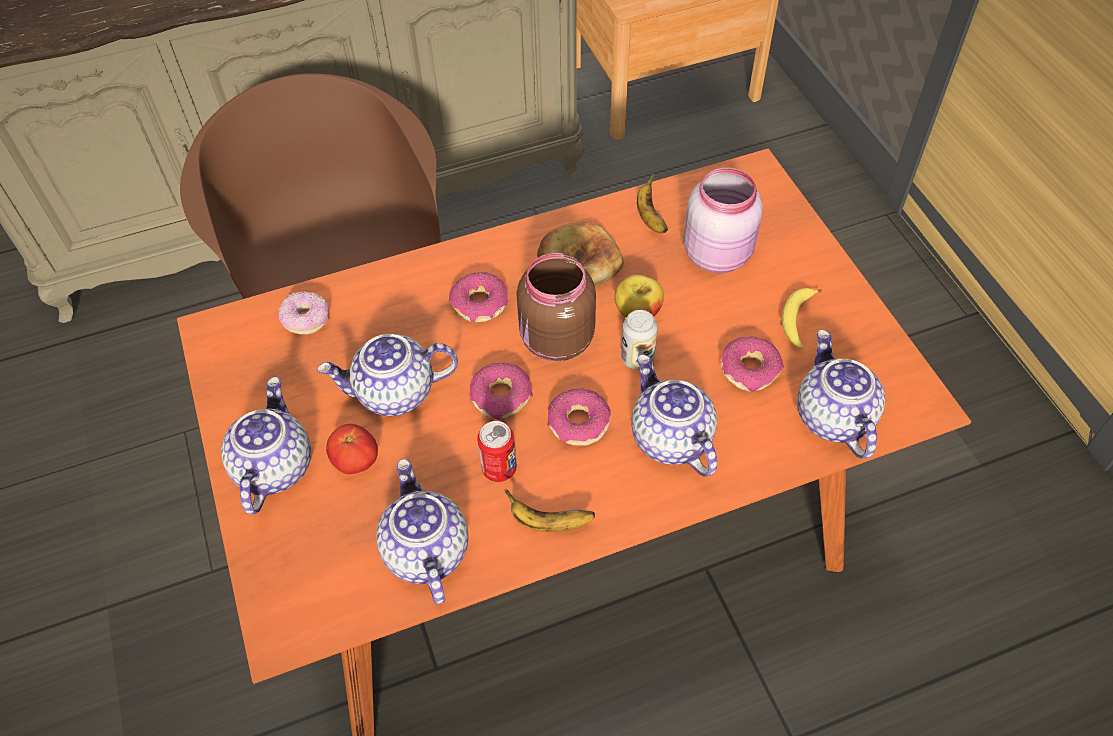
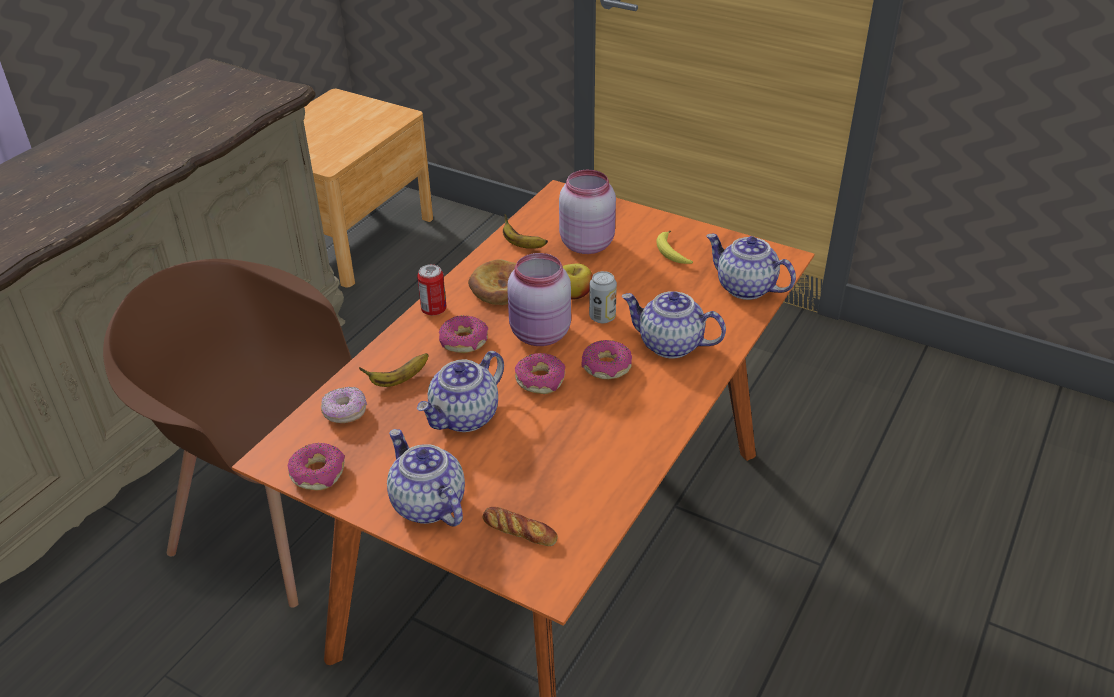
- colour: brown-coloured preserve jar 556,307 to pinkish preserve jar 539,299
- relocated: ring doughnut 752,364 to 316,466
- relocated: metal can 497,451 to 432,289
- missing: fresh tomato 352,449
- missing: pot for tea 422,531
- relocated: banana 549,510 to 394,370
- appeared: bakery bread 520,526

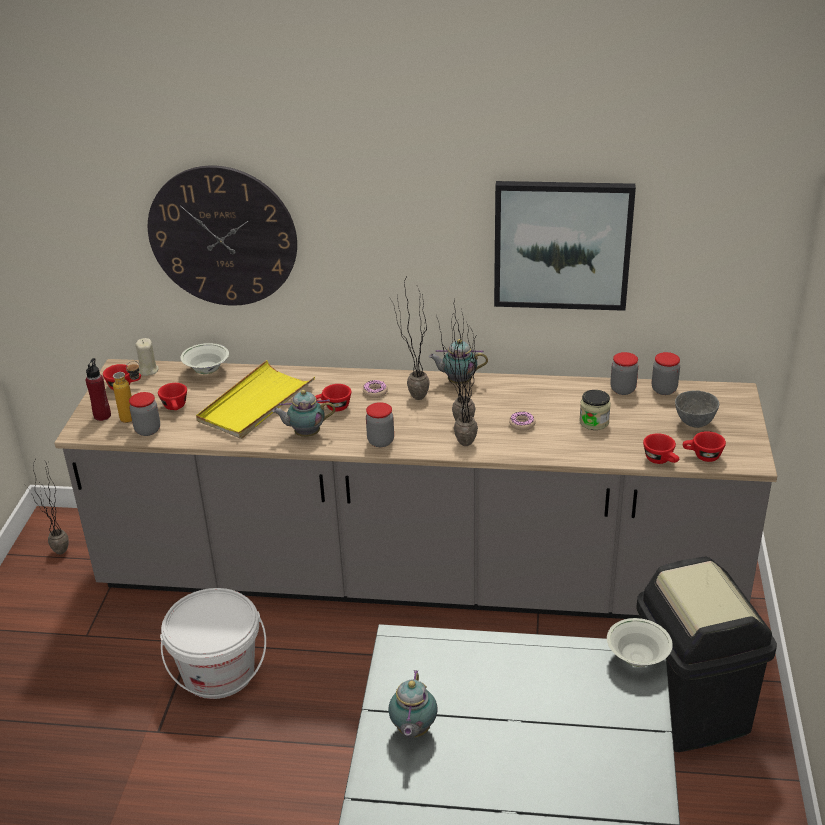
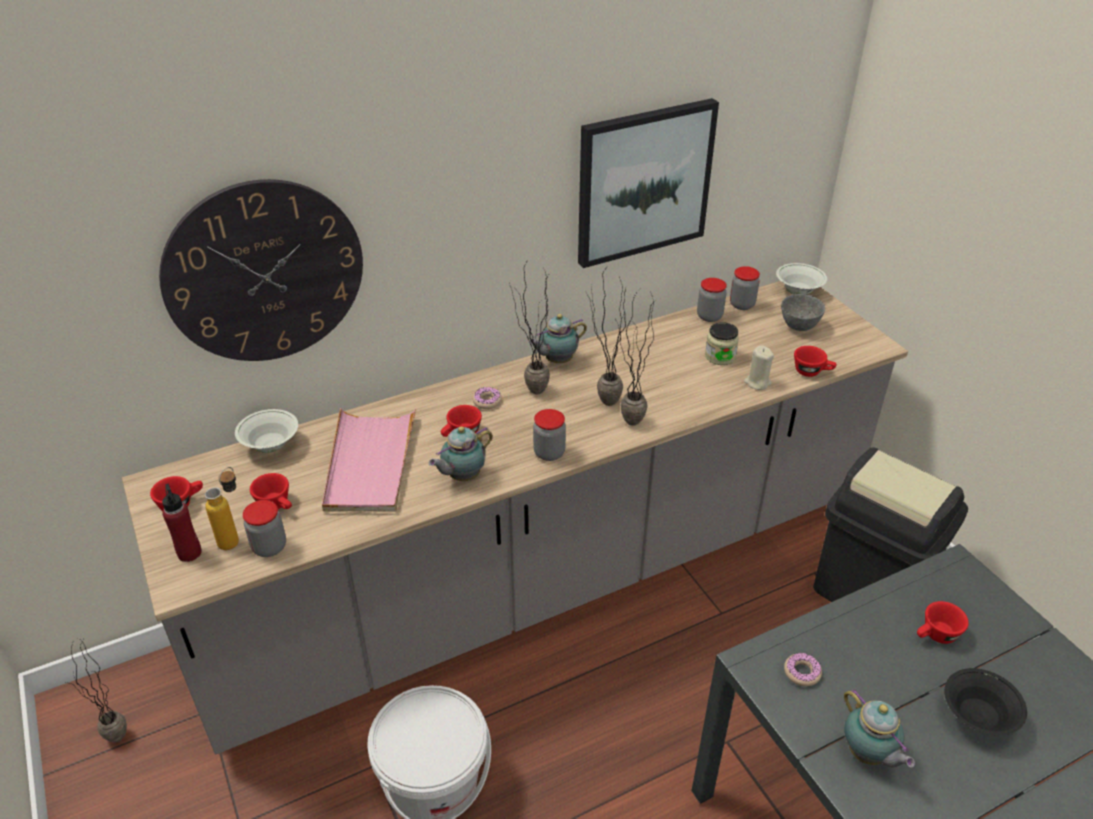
- relocated: beige candle 147,357 to 759,367
- colour: yellowish carrying tray 255,399 to pinkish carrying tray 369,460
- relocated: ring doughnut 522,421 to 803,669
- relocated: red cup 704,446 to 943,622
- relocated: white-coloured bowl 640,642 to 801,279
- appeared: blackish bowl 985,702

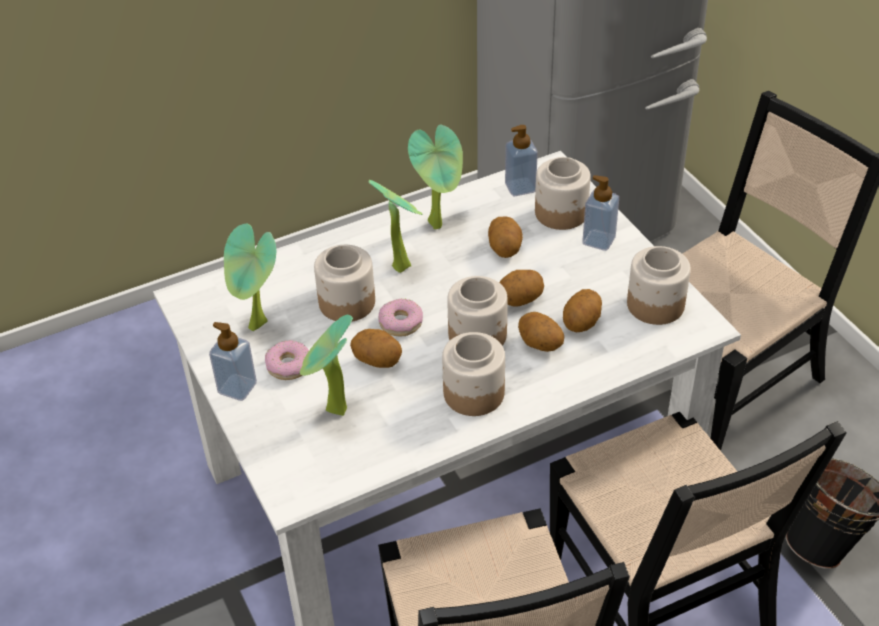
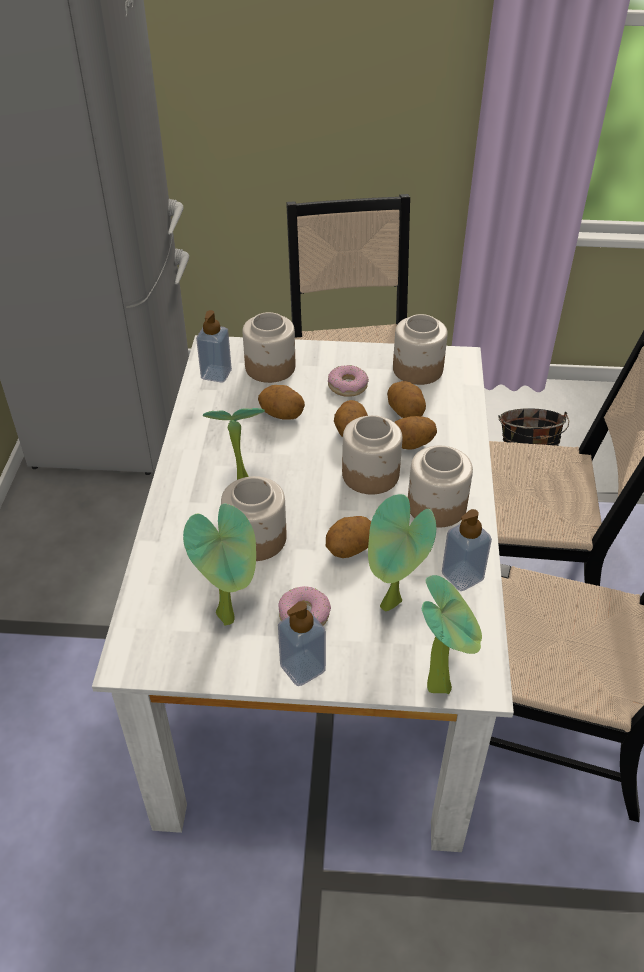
- relocated: potted plant 435,176 to 452,635
- relocated: soap dispenser 600,213 to 467,550
- relocated: ring doughnut 400,317 to 348,381

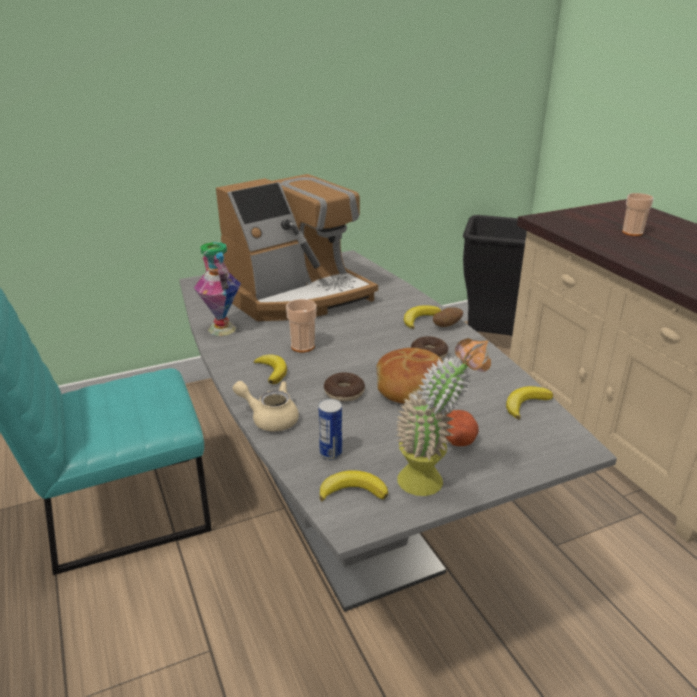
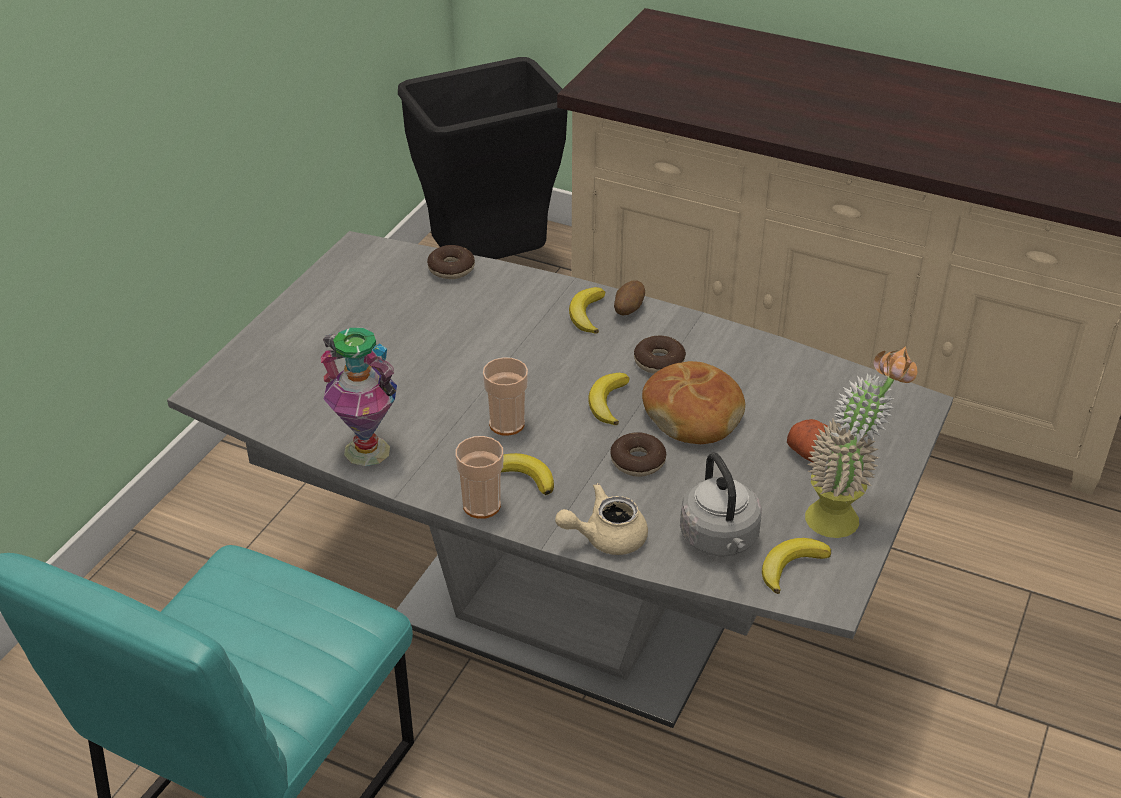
- missing: coffee machine 297,247
- relocated: cup 638,214 to 479,477
- relocated: banana 529,402 to 609,399
- exchanged: metal can 330,429 to gray tea kettle 721,504
- appeared: ring doughnut 451,262

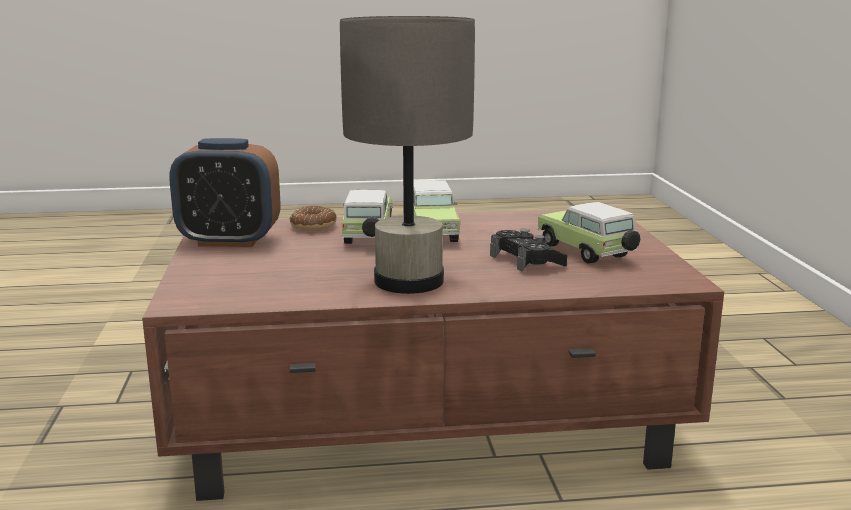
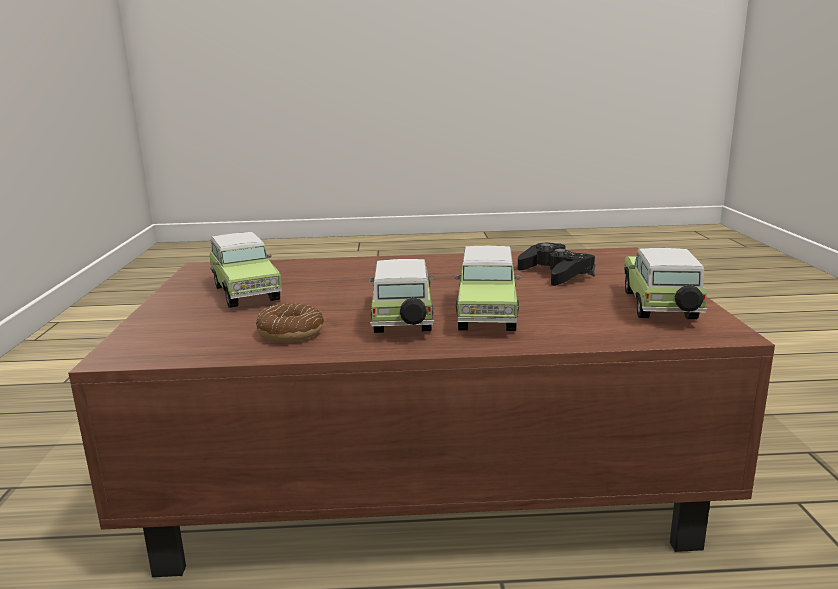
- missing: gray tabletop lamp 407,155
- exchanged: bedside clock 225,192 to model car 665,283
- relocated: ring doughnut 313,218 to 290,322
- relocated: blackish game controller 528,250 to 556,264

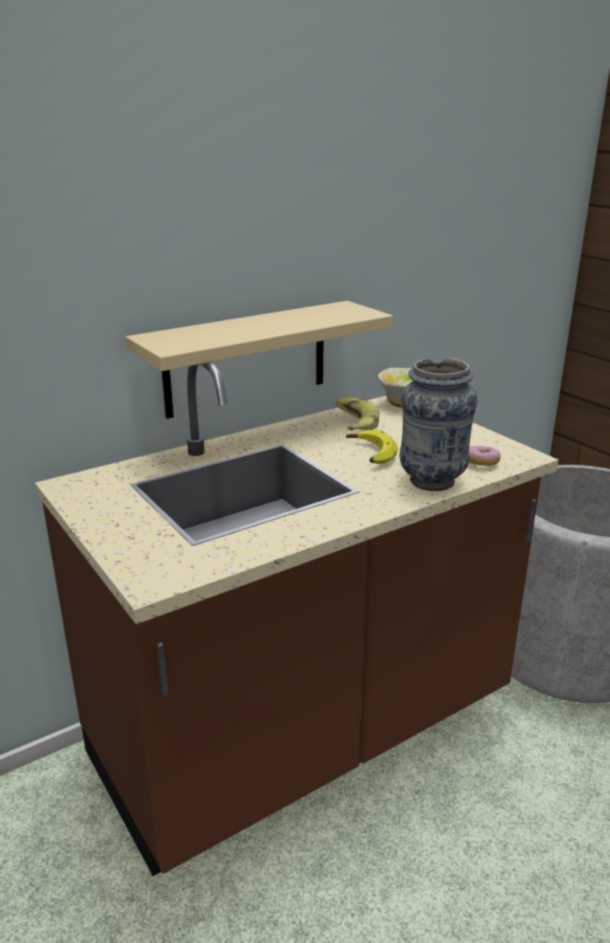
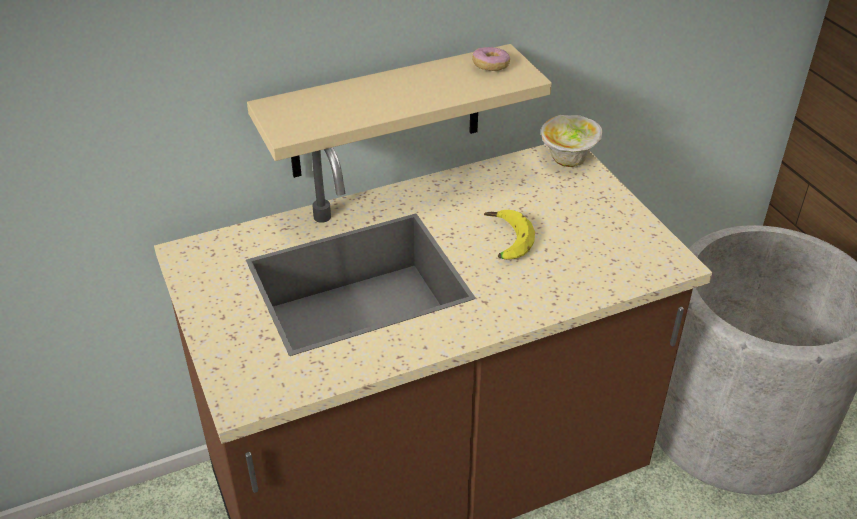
- missing: vase 438,424
- missing: banana 357,414
- relocated: ring doughnut 485,456 to 491,59

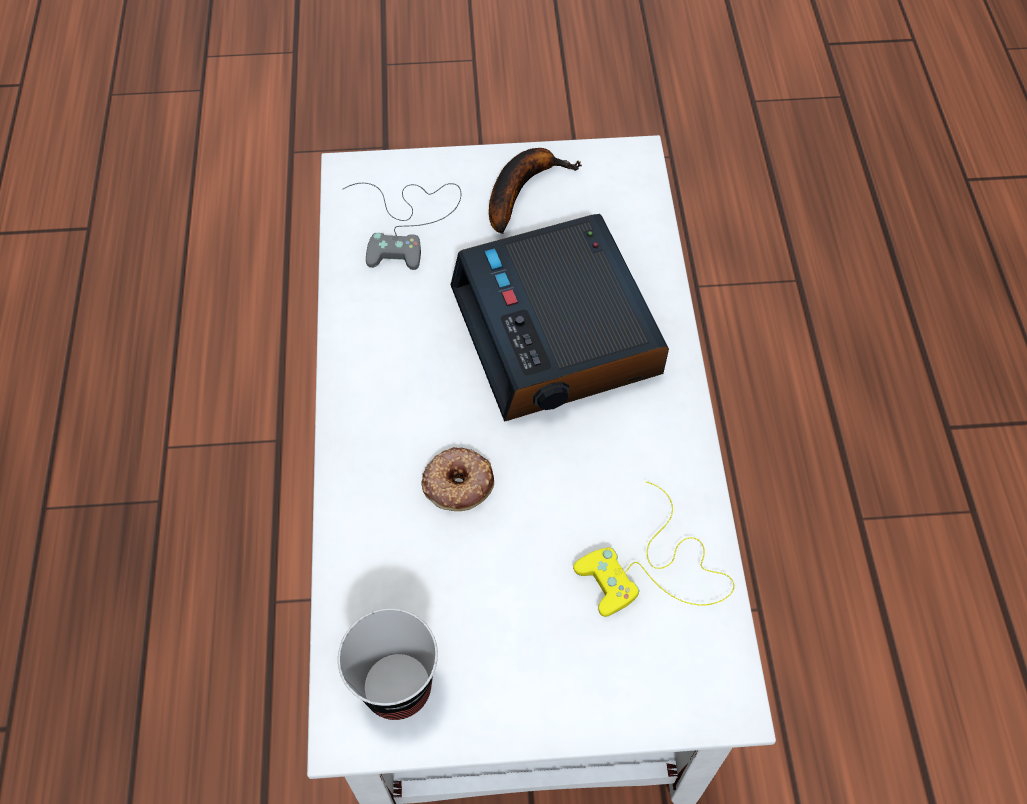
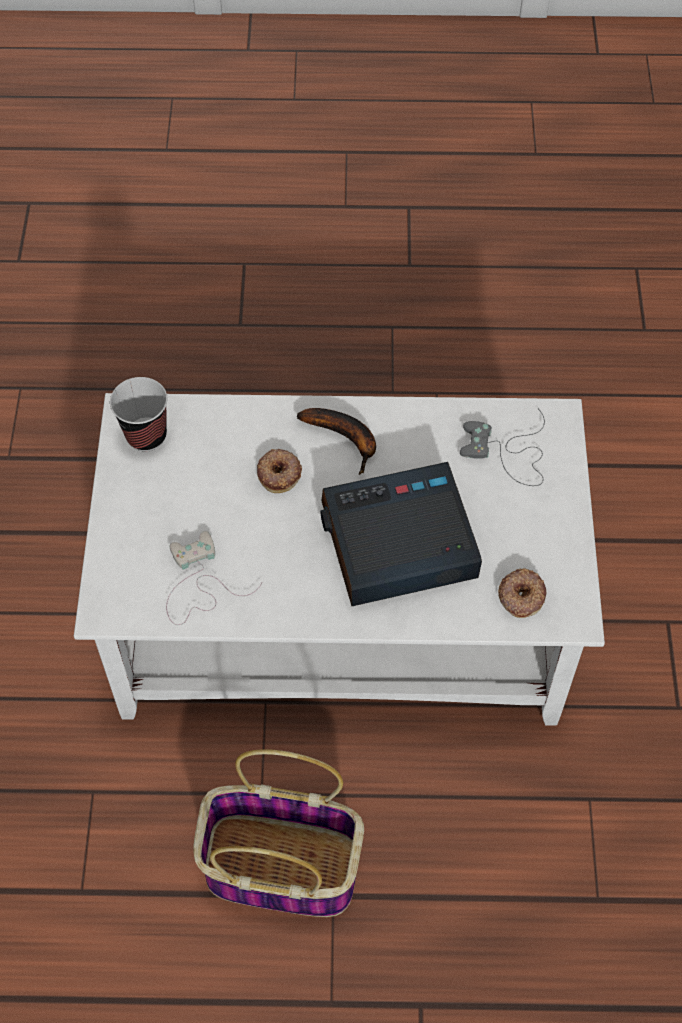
- relocated: banana 535,191 to 336,441
- colour: yellowish game controller 654,549 to white-coloured game controller 214,578
- appeared: ring doughnut 522,593
- appeared: storage basket 279,833

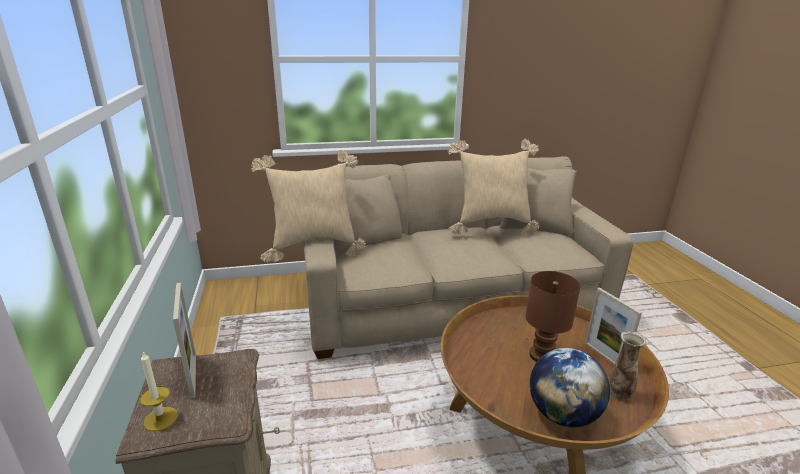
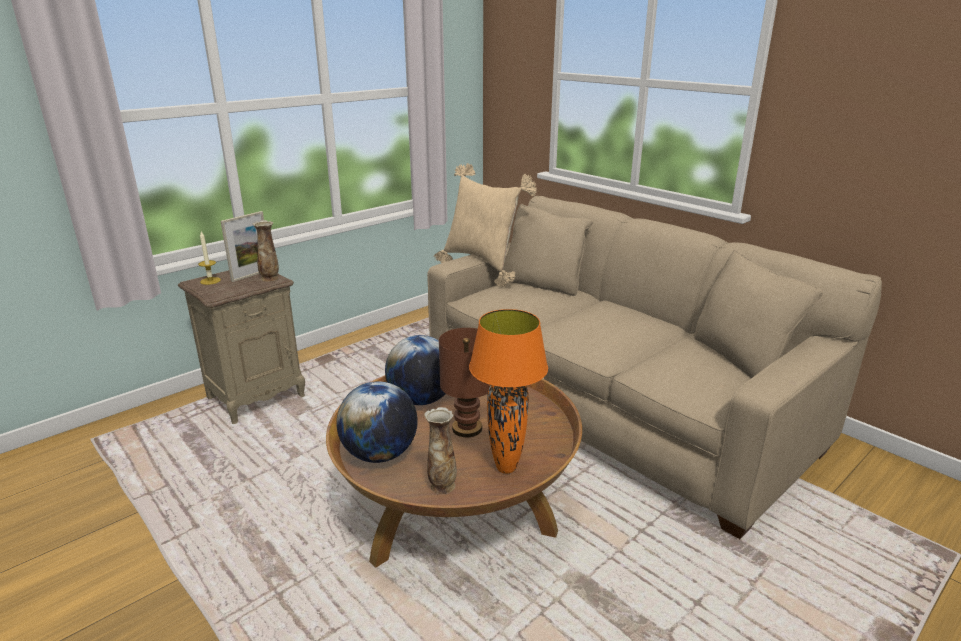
- missing: beige cushion 493,187
- exchanged: photo frame 613,326 to orange tabletop lamp 508,391
- appeared: vase 266,251
- appeared: globe 415,370

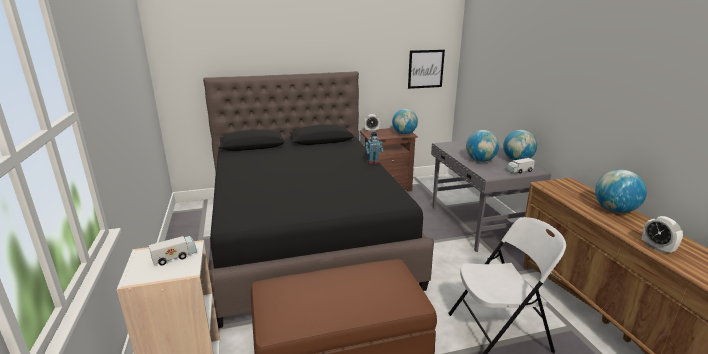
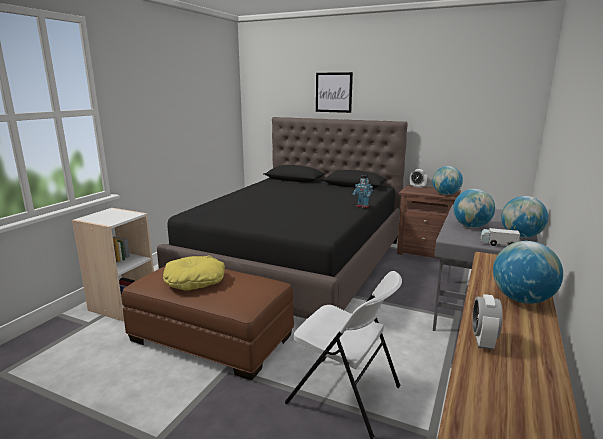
- relocated: wall art 426,69 to 334,92
- missing: toy lorry 173,251
- appeared: yellowish cushion 194,273

